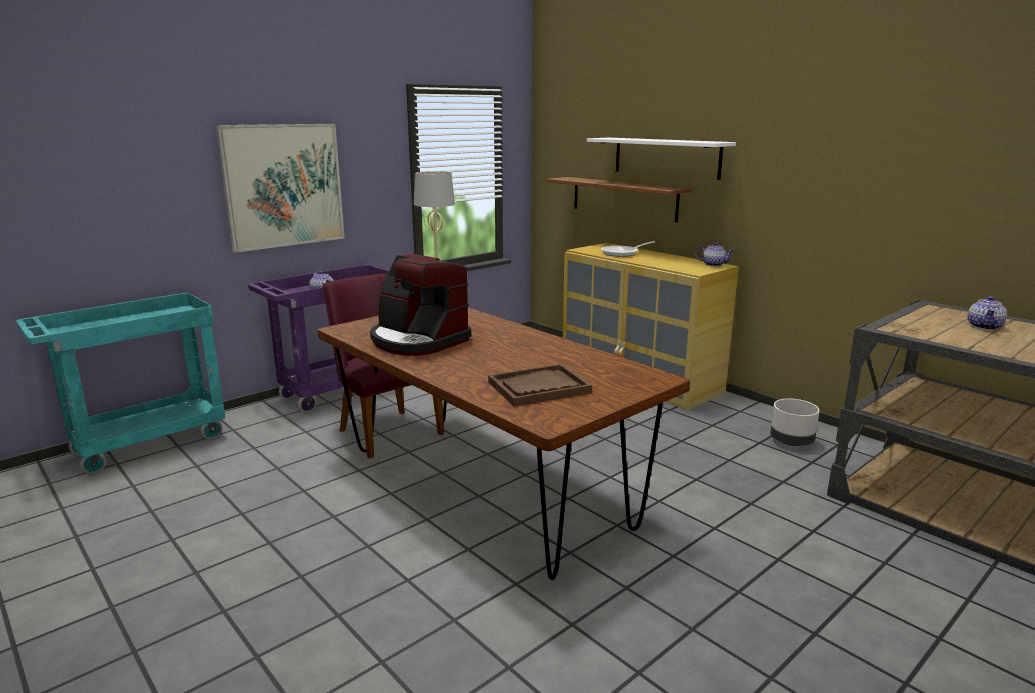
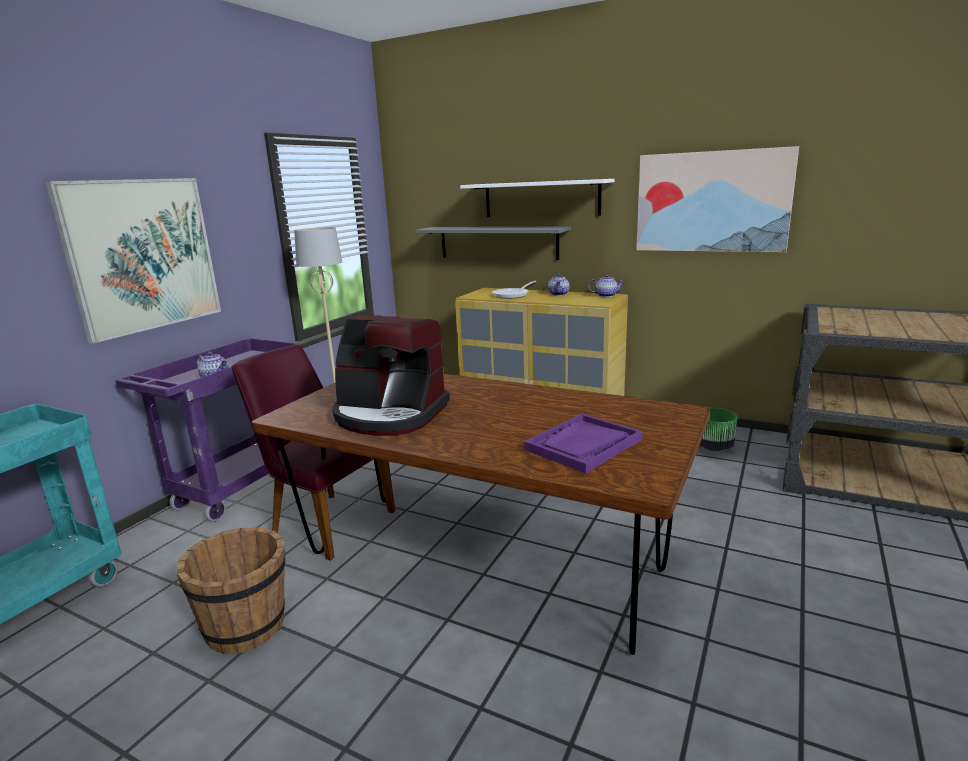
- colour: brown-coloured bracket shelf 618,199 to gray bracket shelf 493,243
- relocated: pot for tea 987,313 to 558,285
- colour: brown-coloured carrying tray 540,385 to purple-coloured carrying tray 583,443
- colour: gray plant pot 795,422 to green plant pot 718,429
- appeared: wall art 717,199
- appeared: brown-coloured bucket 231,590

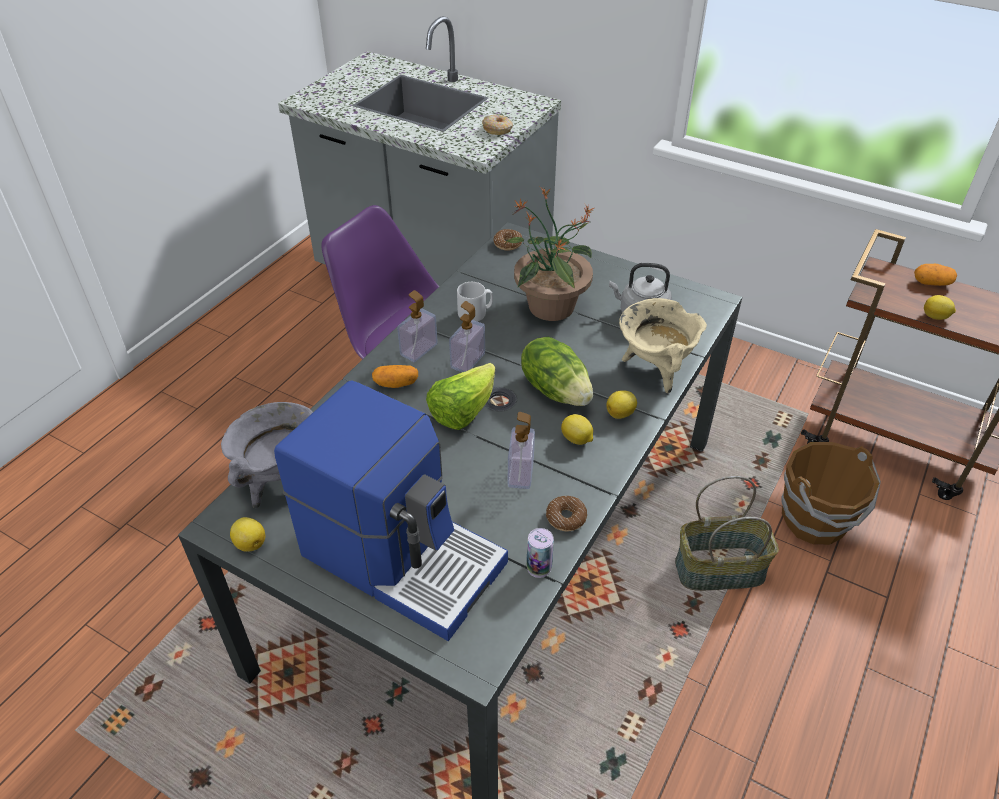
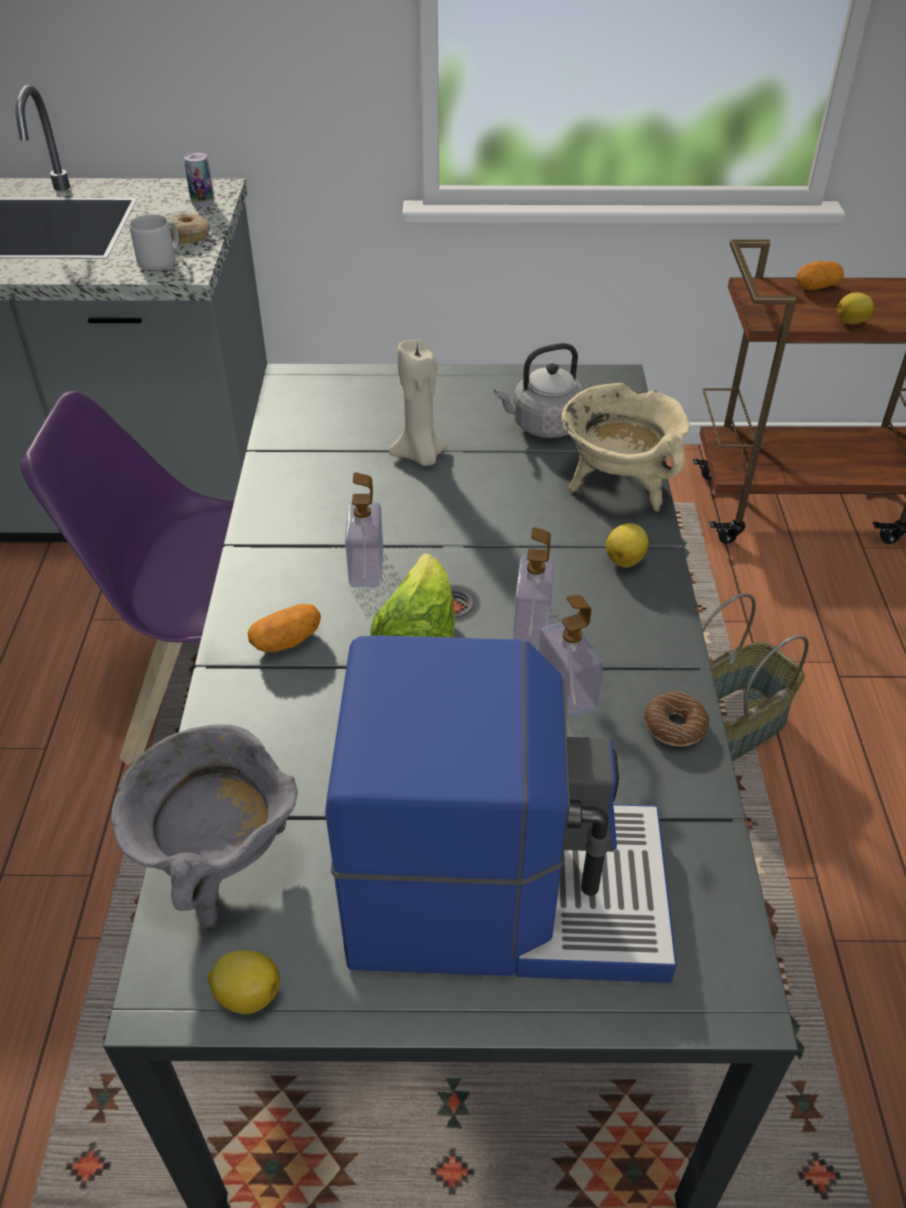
- exchanged: potted plant 549,254 to beige candle 419,403
- missing: ring doughnut 507,239
- relocated: gray mug 475,302 to 154,242
- relocated: soap dispenser 417,326 to 534,586
- missing: lettuce head 557,371
- missing: whole lemon 577,429
- missing: brown-coloured bucket 831,493
- relocated: metal can 540,553 to 199,179

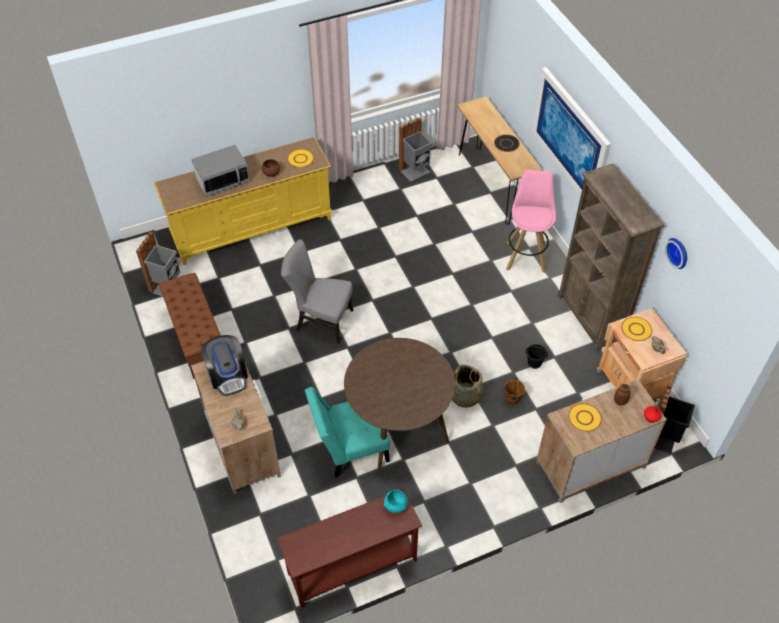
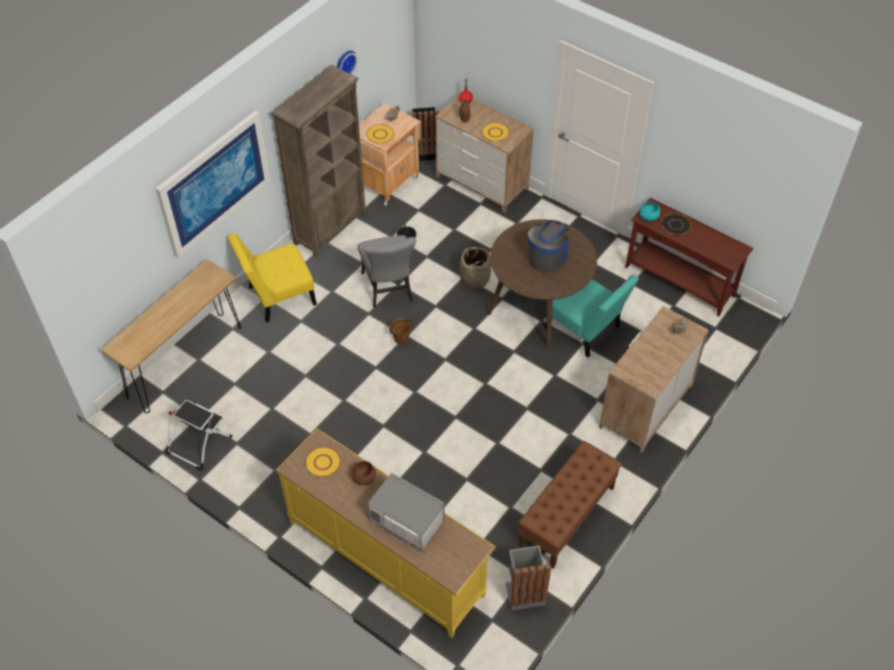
- exchanged: gray waste bin 416,149 to step stool 199,435
- relocated: blackish plate 507,143 to 676,224
- exchanged: pinkish stool 531,221 to yellowish upright chair 272,278
- relocated: gray upright chair 317,291 to 387,271
- relocated: coffee machine 224,365 to 548,246
- relocated: brown-coloured bucket 514,391 to 401,331

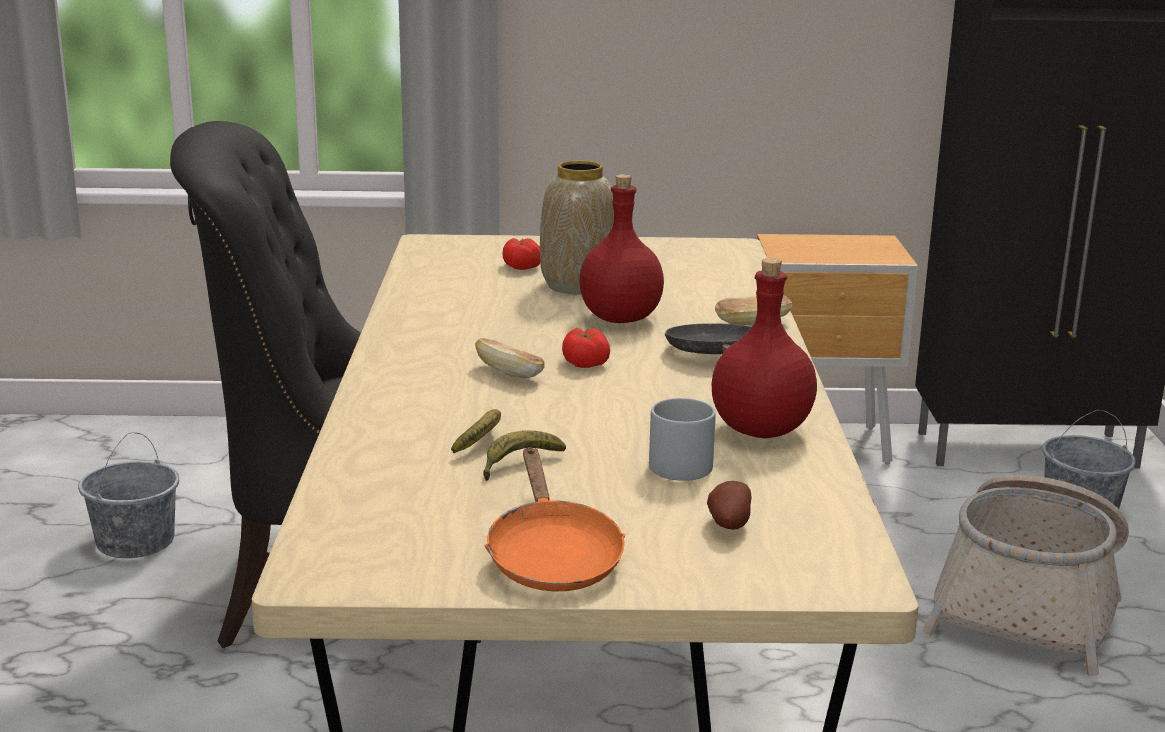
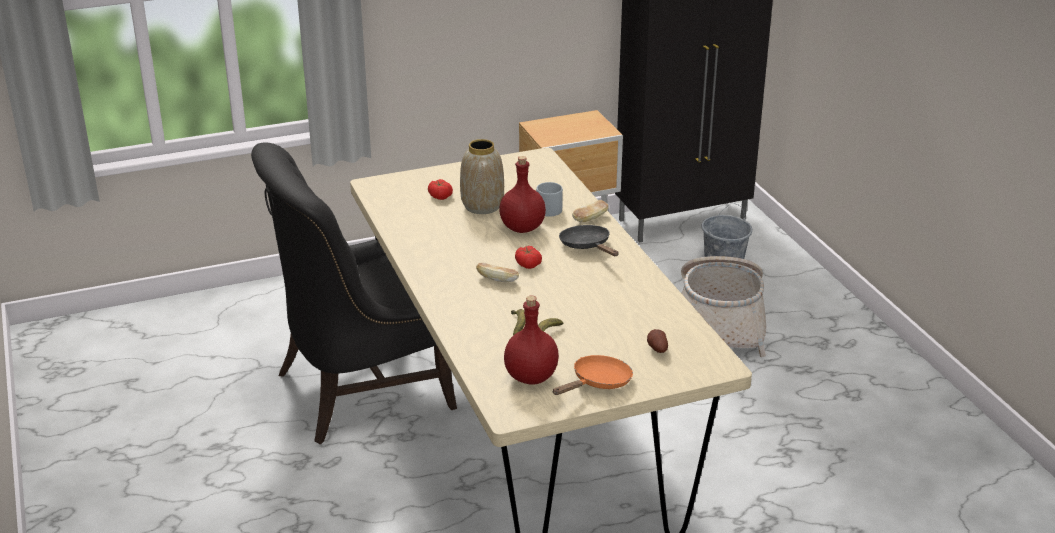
- relocated: red drink bottle 764,348 to 531,340
- relocated: gray mug 682,439 to 549,199
- missing: gray bucket 128,495
- spun: orange frying pan 555,519 = 593,375 105 degrees counterclockwise

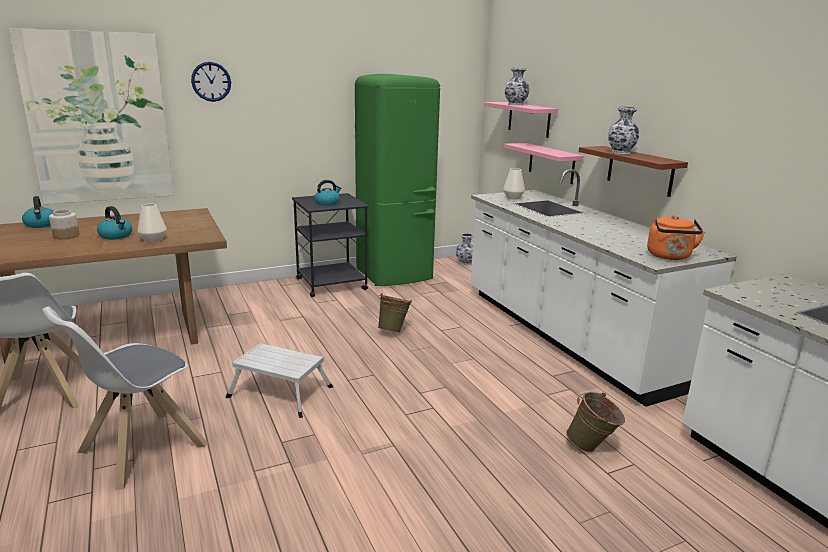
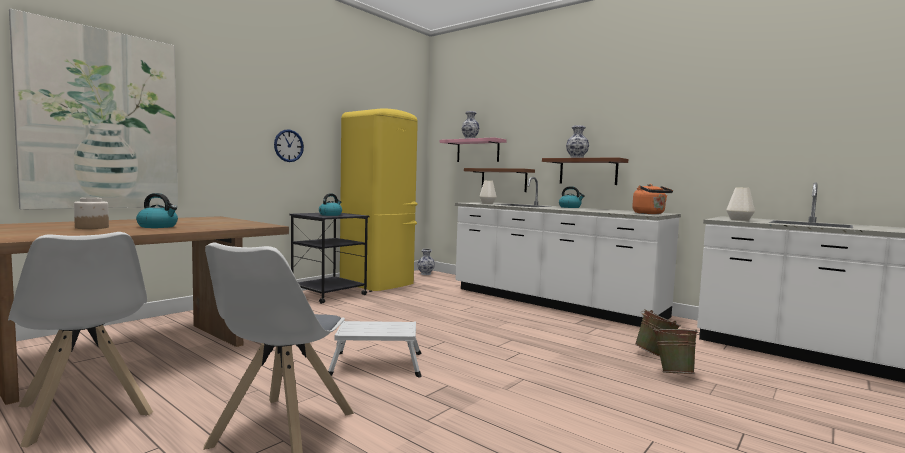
- relocated: clock on the wall 211,82 to 289,145
- colour: green fridge 397,180 to yellowish fridge 379,200
- colour: pinkish bracket shelf 544,163 to brown-coloured bracket shelf 499,180
- relocated: tea kettle 38,212 to 572,197
- relocated: white-coloured vase 152,223 to 740,204
- relocated: green bucket 395,313 to 676,350

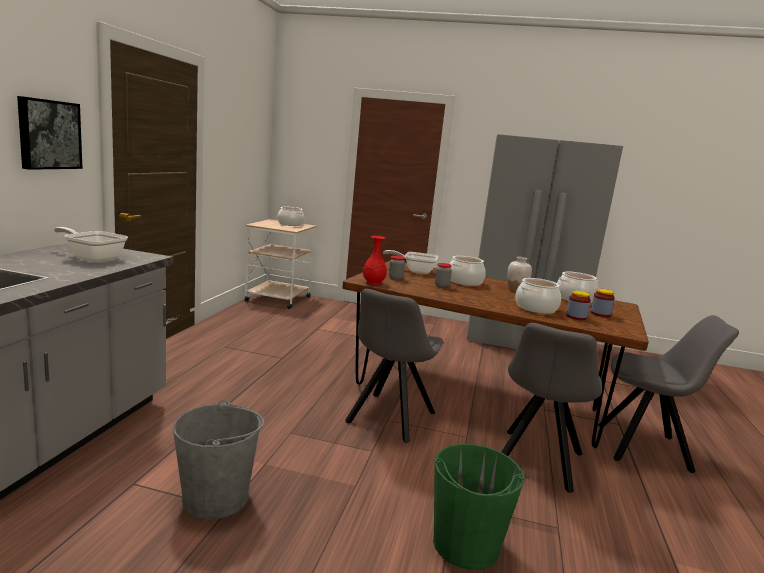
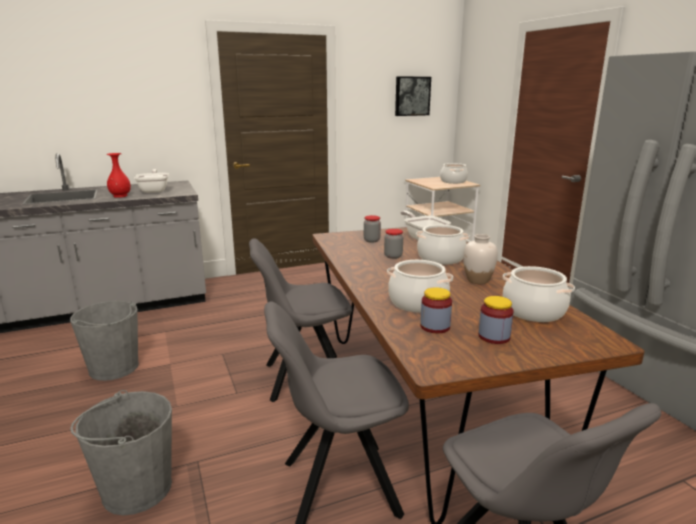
- relocated: wall art 50,133 to 413,96
- relocated: red vase 375,260 to 119,175
- colour: green bucket 479,507 to gray bucket 121,452

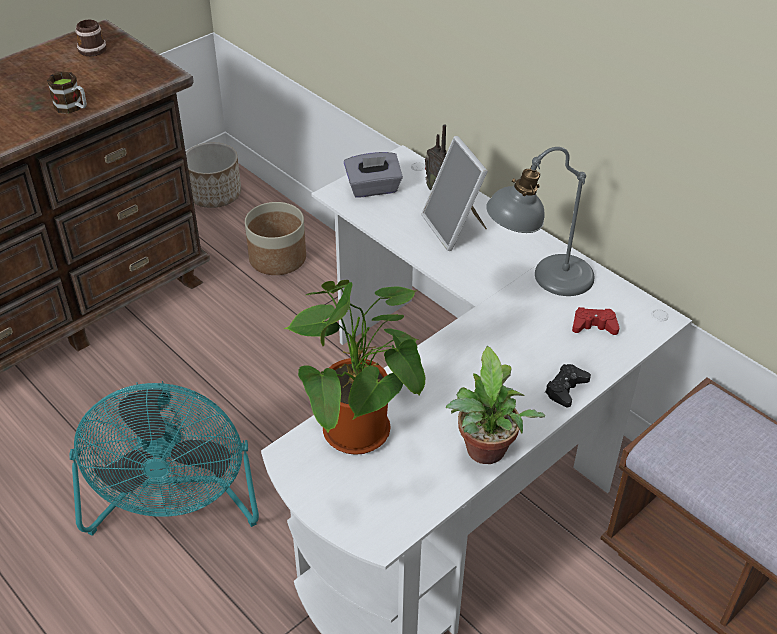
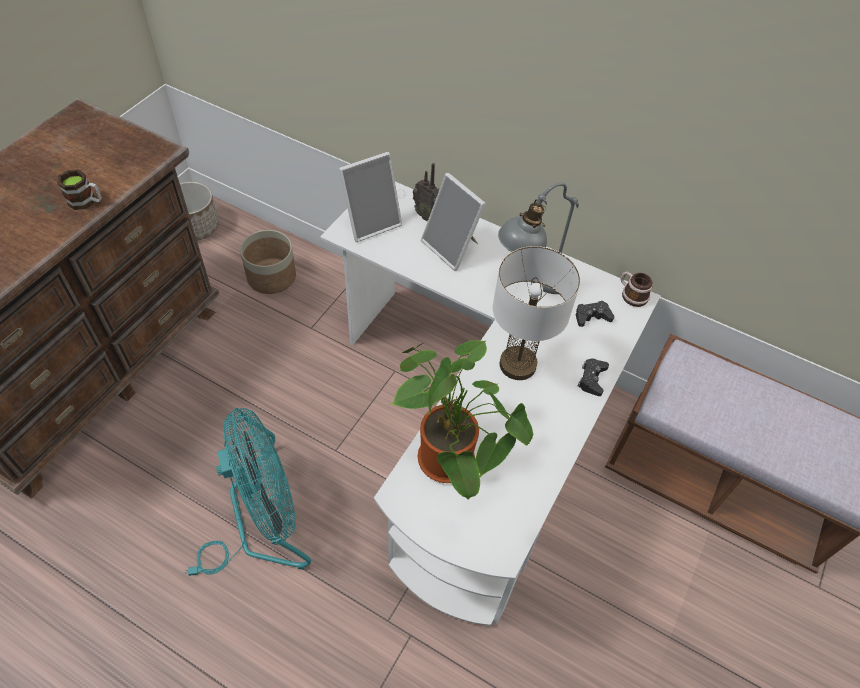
- relocated: mug 90,38 to 636,289
- exchanged: gray tissue box 373,175 to photo frame 370,197
- colour: red game controller 595,321 to blackish game controller 595,314
- missing: potted plant 495,405
- spun: turquoise-coloured electric fan 164,458 = 248,492 90 degrees counterclockwise
- appeared: tabletop lamp 536,313

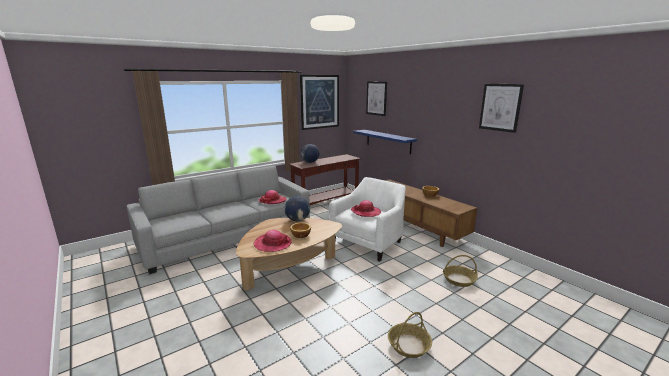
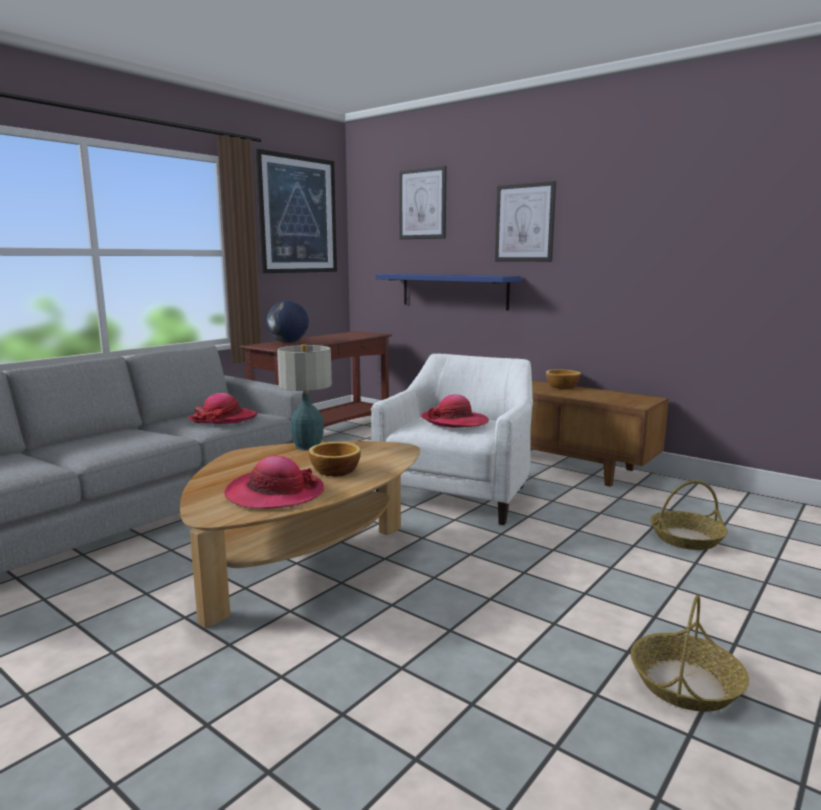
- relocated: wall art 501,108 to 525,221
- exchanged: globe 297,208 to tabletop lamp 304,397

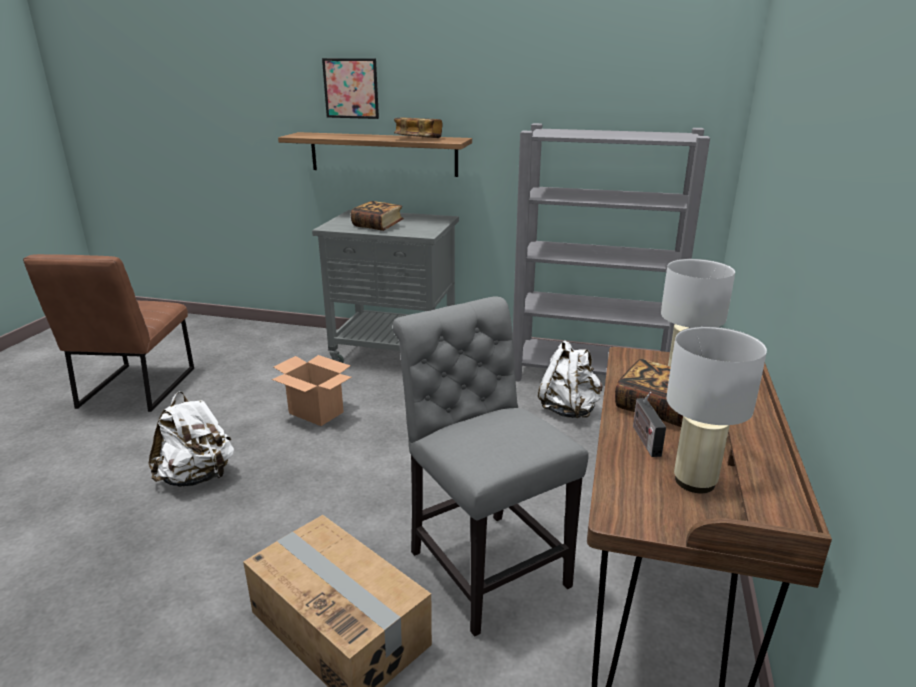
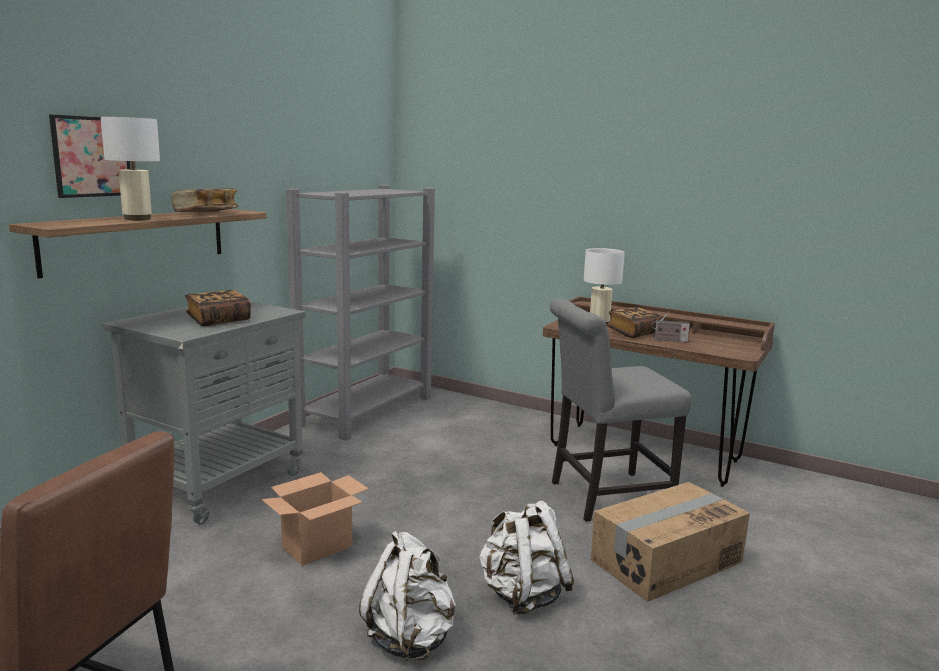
- relocated: white-coloured tabletop lamp 717,409 to 130,168
- relocated: white-coloured knapsack 570,379 to 526,557

